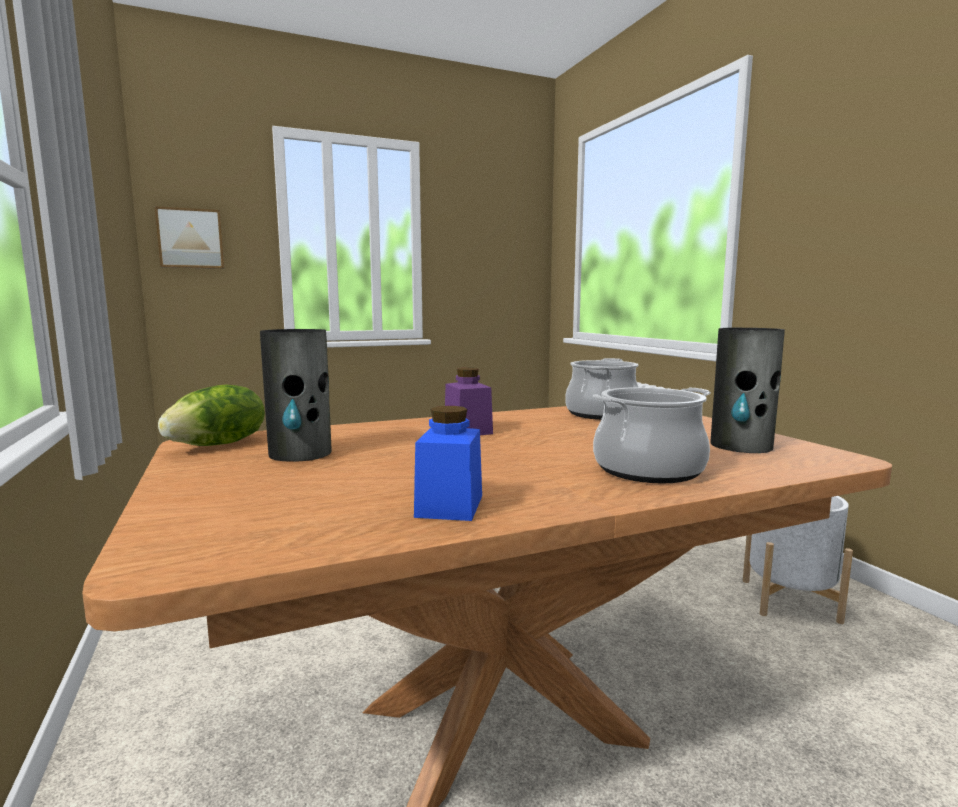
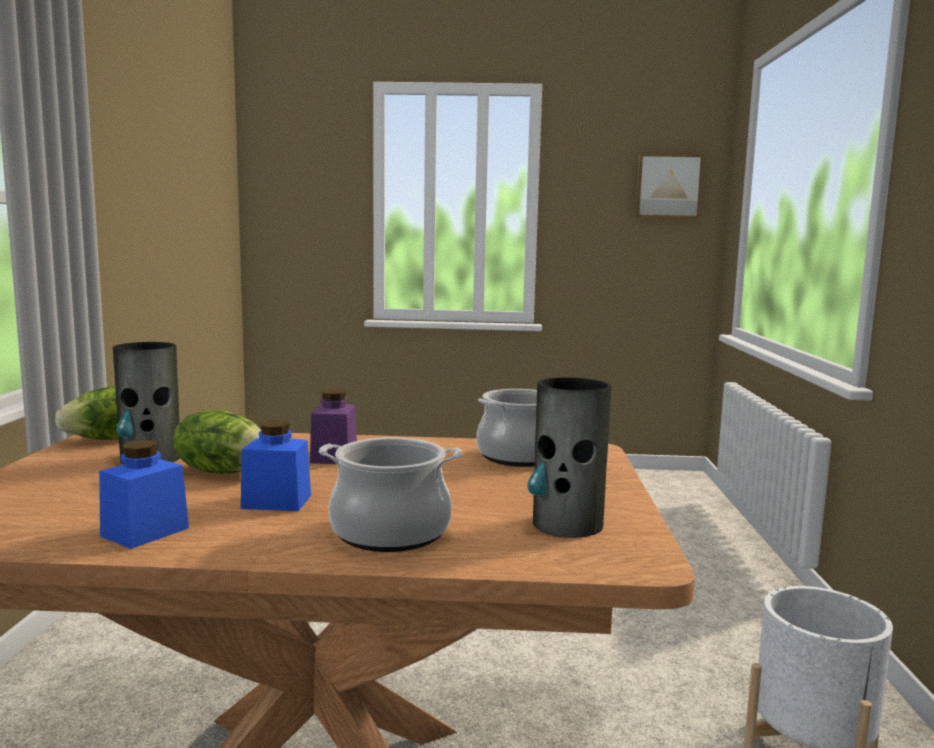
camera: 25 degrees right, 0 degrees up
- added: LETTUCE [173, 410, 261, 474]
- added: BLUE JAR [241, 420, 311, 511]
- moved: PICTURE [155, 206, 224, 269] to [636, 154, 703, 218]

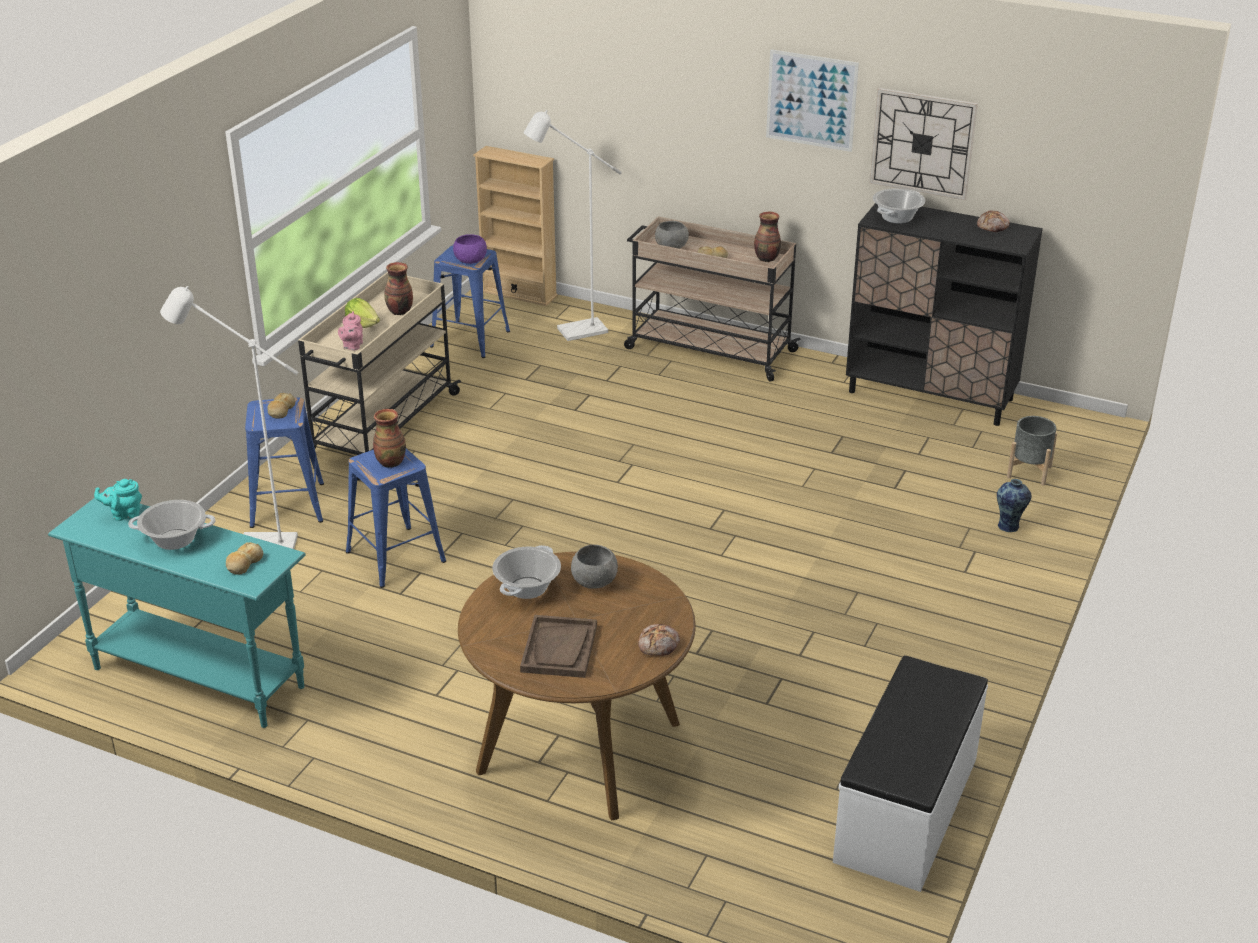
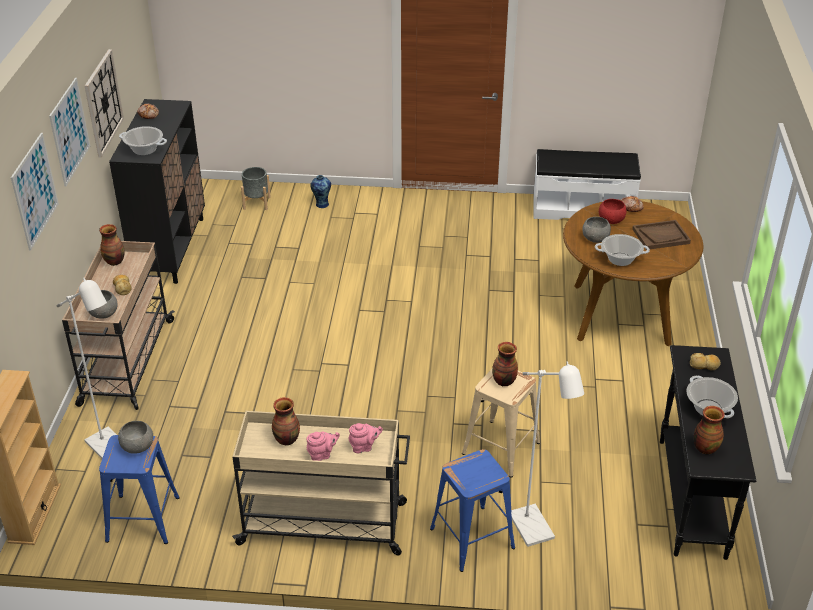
camera: 110 degrees left, 5 degrees up
- added: PICTURE [11, 133, 59, 251]
- recoloured: PURPLE BOWL [453, 234, 487, 264] to GREY BOWL [118, 421, 153, 454]
- replaced: LETTUCE [345, 298, 380, 328] to PINK TEAPOT [306, 431, 340, 461]
- recoloured: BLUE STOOL [346, 449, 446, 588] to BEIGE STOOL [462, 369, 540, 477]
- added: RED BOWL [599, 199, 626, 224]
- recoloured: TURQUOISE CONSOLE TABLE [48, 492, 306, 728] to BLACK CONSOLE TABLE [660, 345, 756, 560]
- replaced: TURQUOISE TEAPOT [94, 479, 142, 521] to VASE [694, 406, 725, 454]
- removed: BREAD [267, 393, 295, 419]

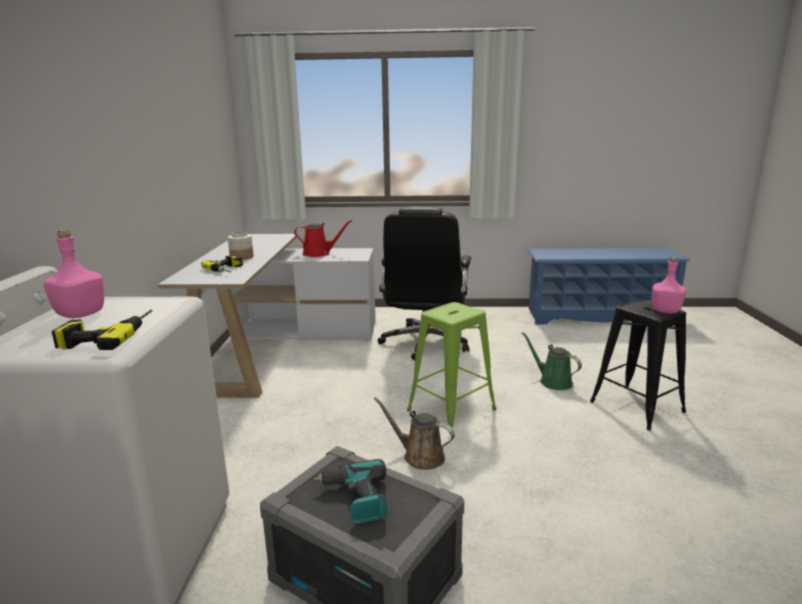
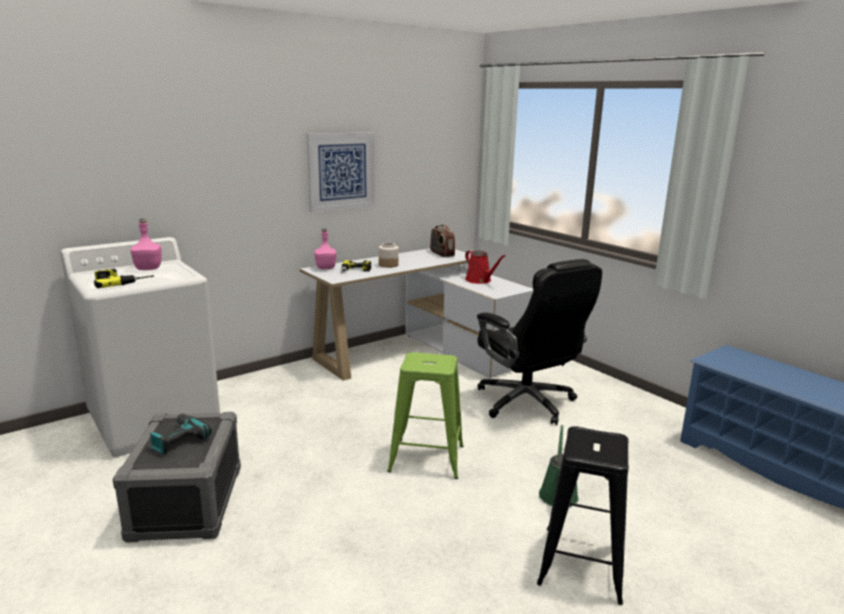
camera: 50 degrees right, 0 degrees up
- added: PICTURE [307, 133, 375, 212]
- moved: PINK BOTTLE [652, 257, 686, 314] to [314, 229, 336, 269]
- added: RADIO [430, 225, 455, 257]
- turned: BLACK OFFICE CHAIR [378, 207, 471, 361] = [477, 259, 602, 425] 90 degrees counterclockwise
- removed: BROWN WATERING CAN [374, 397, 455, 470]

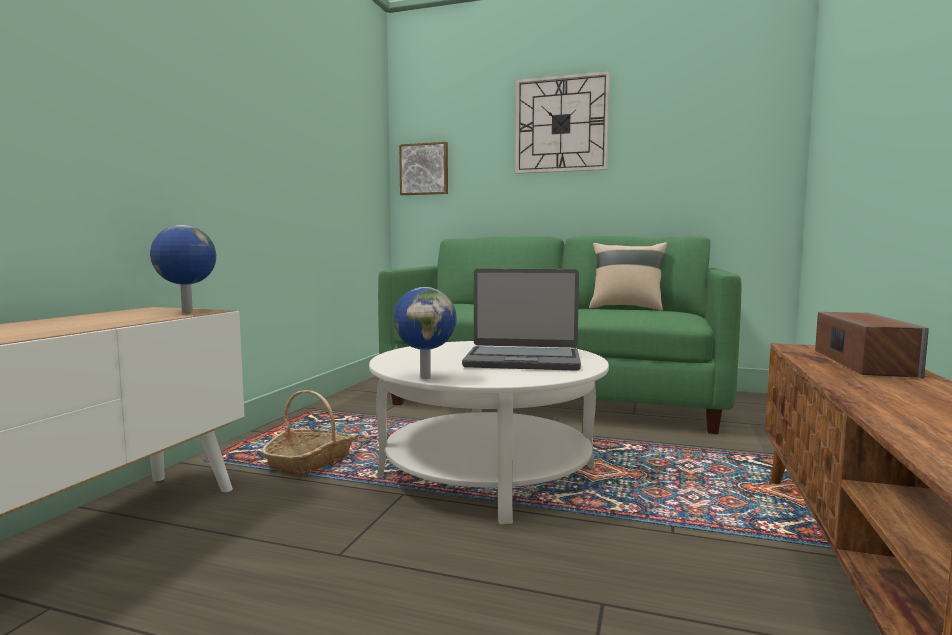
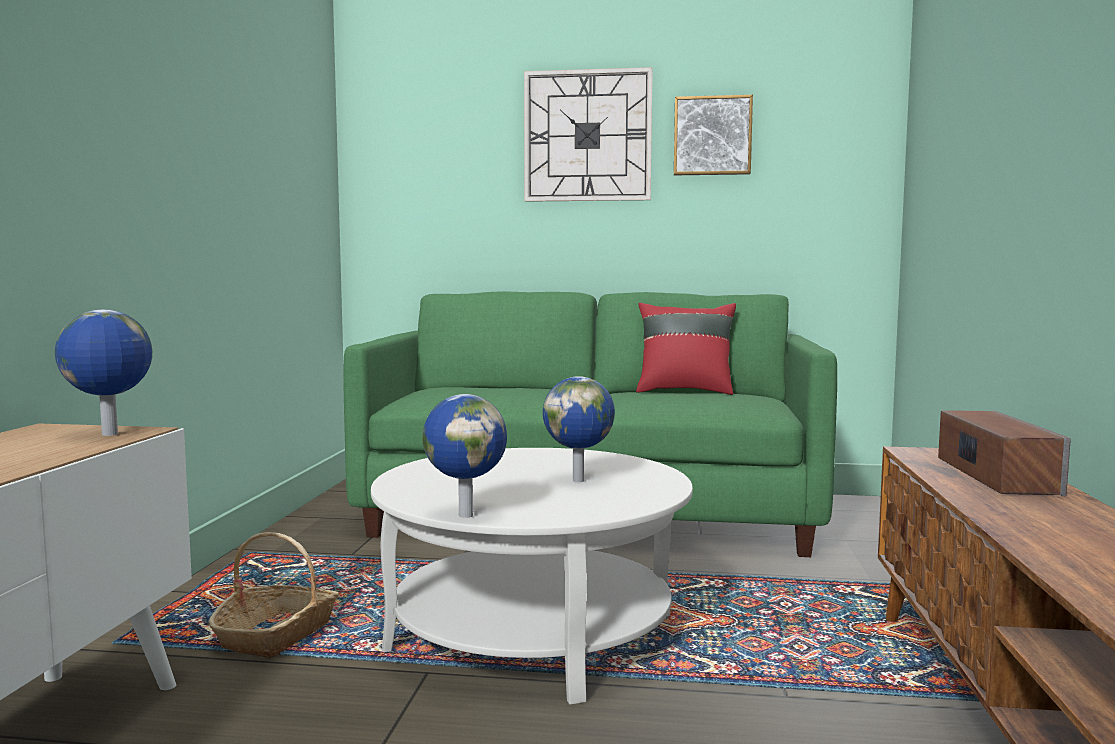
camera: 10 degrees left, 0 degrees up
- replaced: LAPTOP [462, 269, 581, 371] to GLOBE [543, 376, 615, 482]
- recoloured: BEIGE PILLOW [589, 242, 667, 311] to RED PILLOW [636, 303, 736, 395]
- moved: PICTURE [399, 142, 448, 195] to [674, 95, 753, 175]

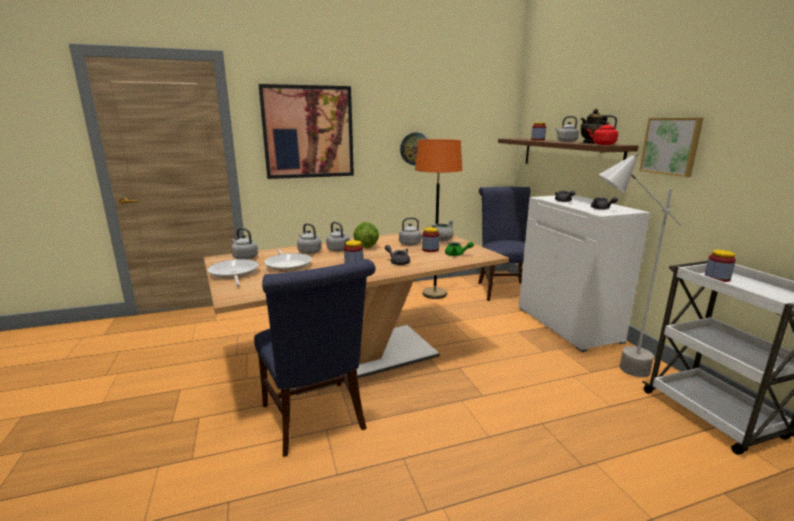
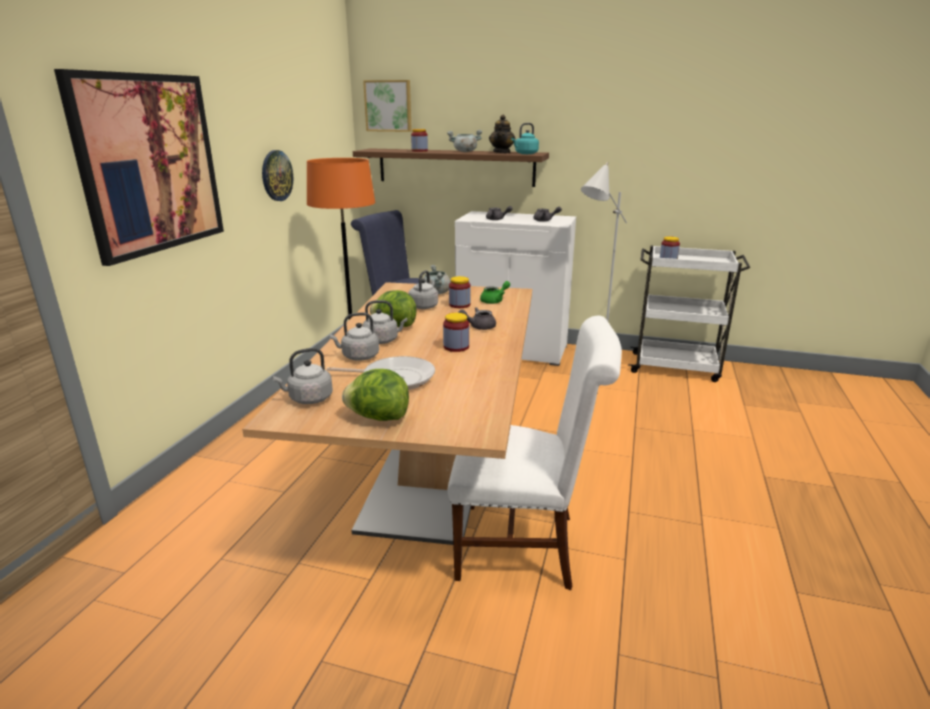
camera: 55 degrees left, 5 degrees up
- replaced: FRYING PAN [207, 259, 259, 287] to LETTUCE [342, 369, 409, 421]
- moved: PICTURE [639, 118, 704, 177] to [363, 80, 412, 132]
- replaced: GREY KETTLE [555, 116, 579, 142] to GREY COOKING POT [447, 130, 483, 152]
- recoloured: BLUE CHAIR [254, 259, 376, 457] to WHITE CHAIR [448, 316, 622, 590]
- recoloured: RED KETTLE [587, 115, 618, 145] to TURQUOISE KETTLE [511, 123, 539, 154]

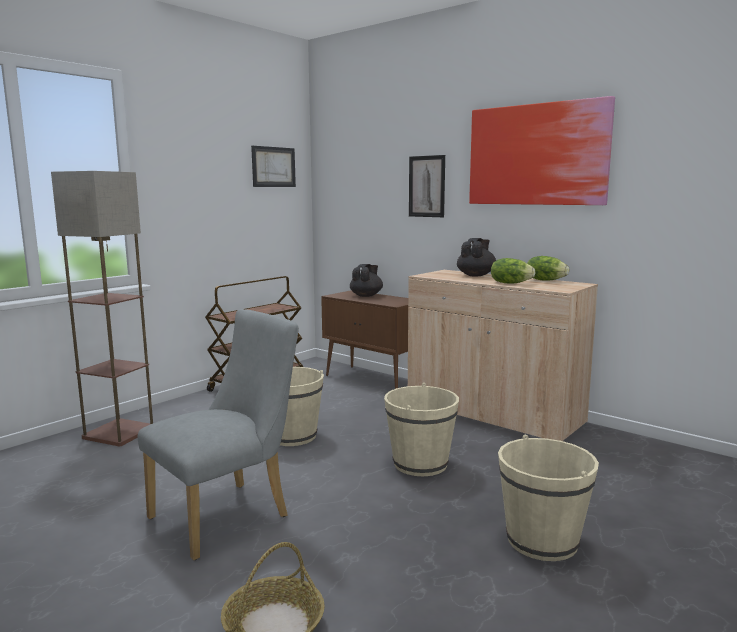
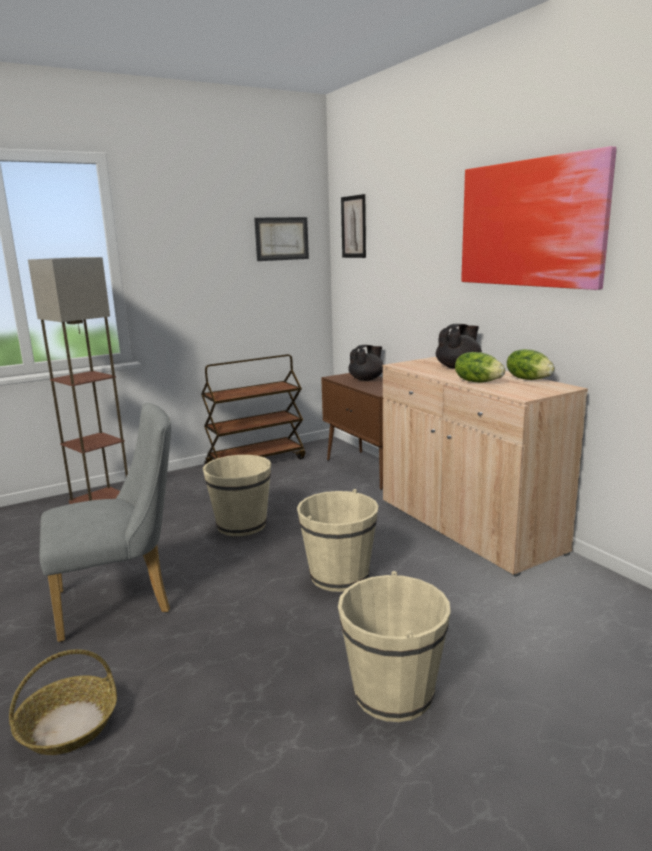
camera: 20 degrees right, 5 degrees up
- moved: PICTURE [409, 155, 445, 217] to [341, 194, 366, 258]

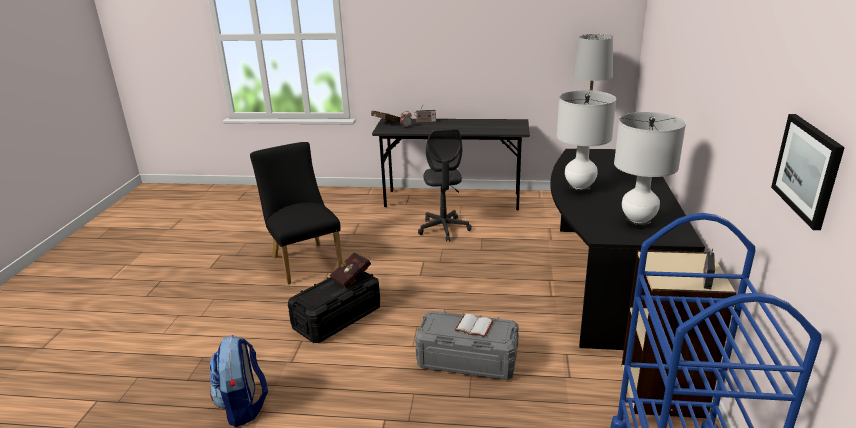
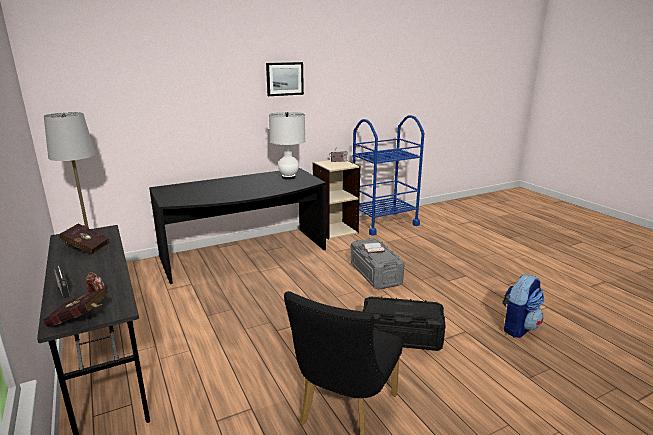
camera: 125 degrees left, 5 degrees down
- moved: RED BOOK [330, 252, 371, 288] to [60, 224, 109, 255]
- moved: PICTURE [771, 114, 845, 230] to [266, 62, 304, 96]
- removed: GREY OFFICE CHAIR [418, 129, 472, 242]
- removed: WHITE TABLE LAMP [557, 90, 616, 194]

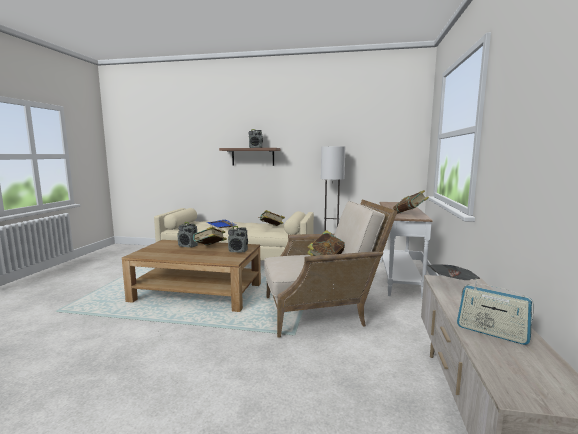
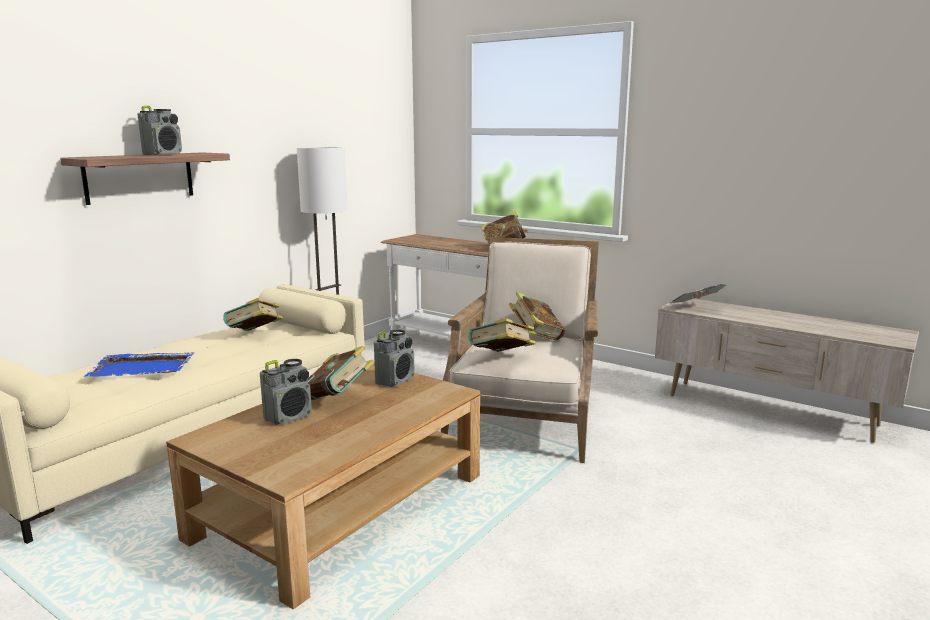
camera: 65 degrees left, 5 degrees up
- added: BOOK [469, 318, 536, 352]
- removed: RADIO [457, 279, 534, 345]

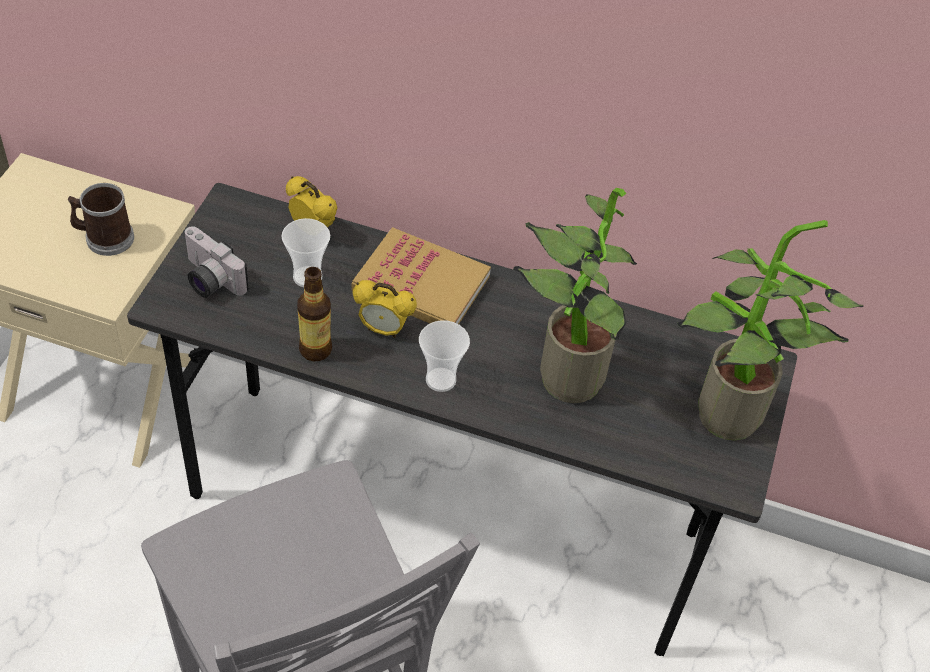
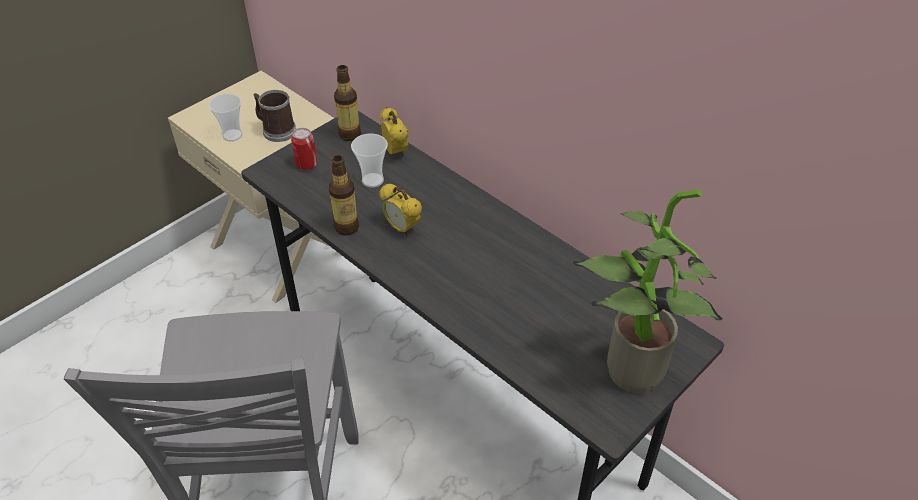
camera: 30 degrees right, 5 degrees down
- moved: CUP [419, 320, 470, 392] to [209, 94, 242, 142]
- replaced: PHOTO CAMERA [184, 226, 249, 298] to CAN [291, 128, 317, 170]
- added: BOTTLE [334, 65, 361, 141]
- removed: BOOK [351, 227, 491, 324]
- removed: POTTED PLANT [513, 188, 637, 403]

